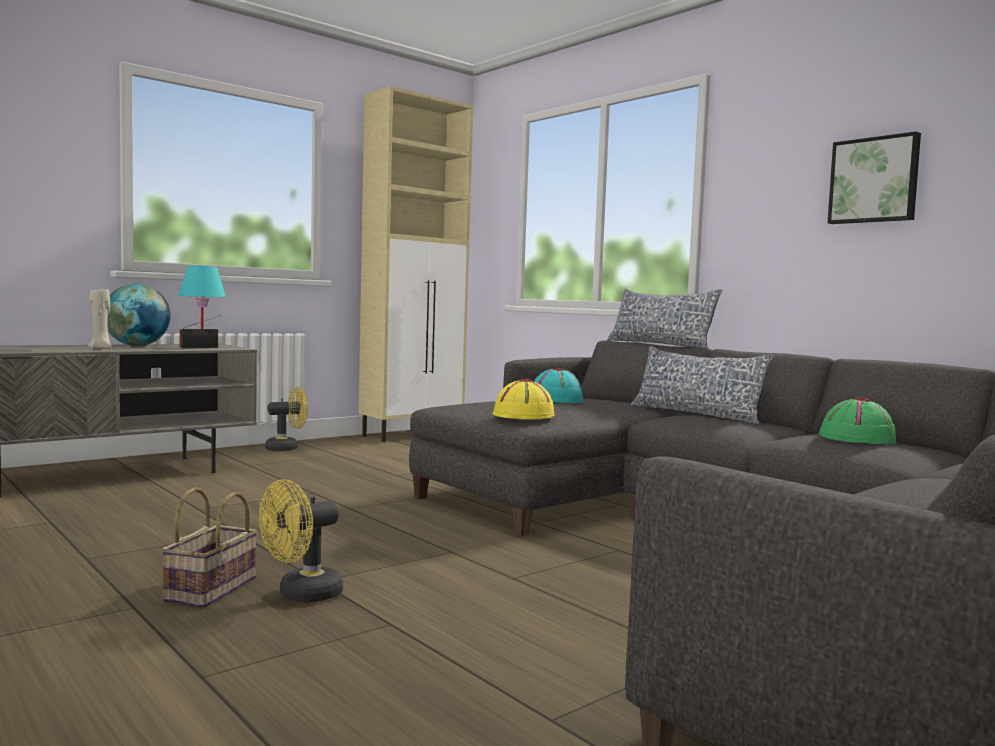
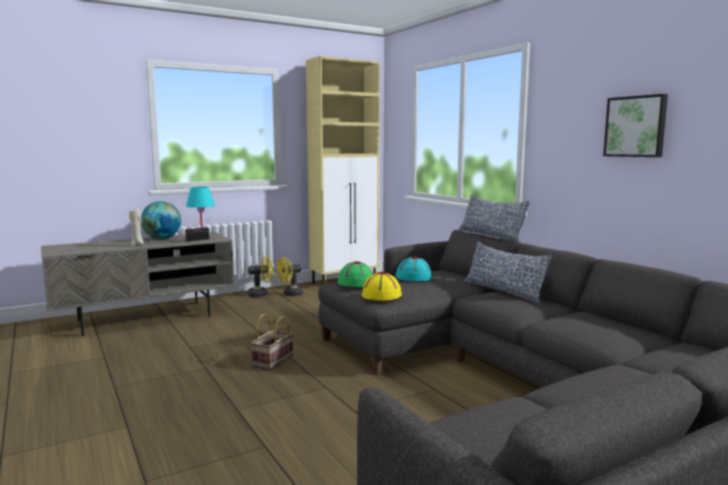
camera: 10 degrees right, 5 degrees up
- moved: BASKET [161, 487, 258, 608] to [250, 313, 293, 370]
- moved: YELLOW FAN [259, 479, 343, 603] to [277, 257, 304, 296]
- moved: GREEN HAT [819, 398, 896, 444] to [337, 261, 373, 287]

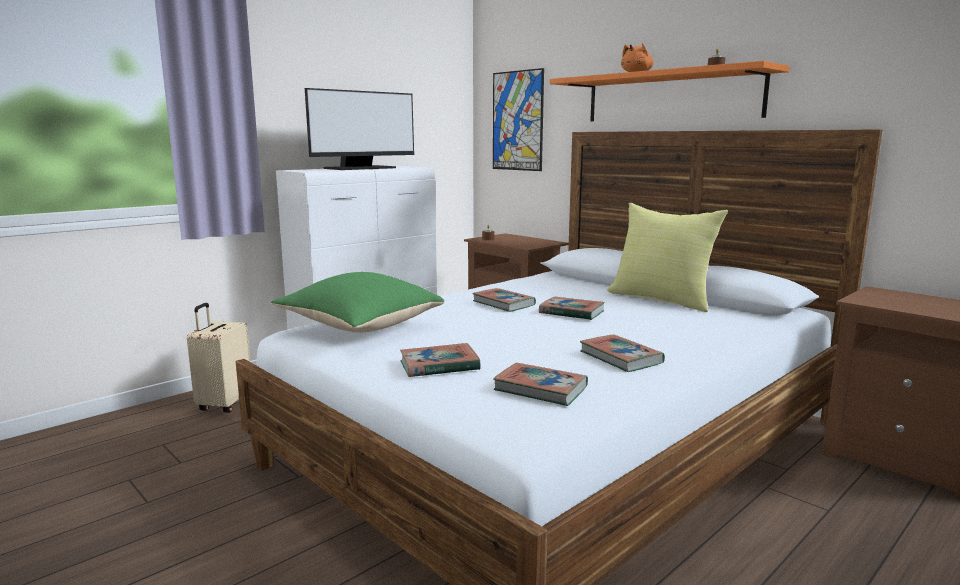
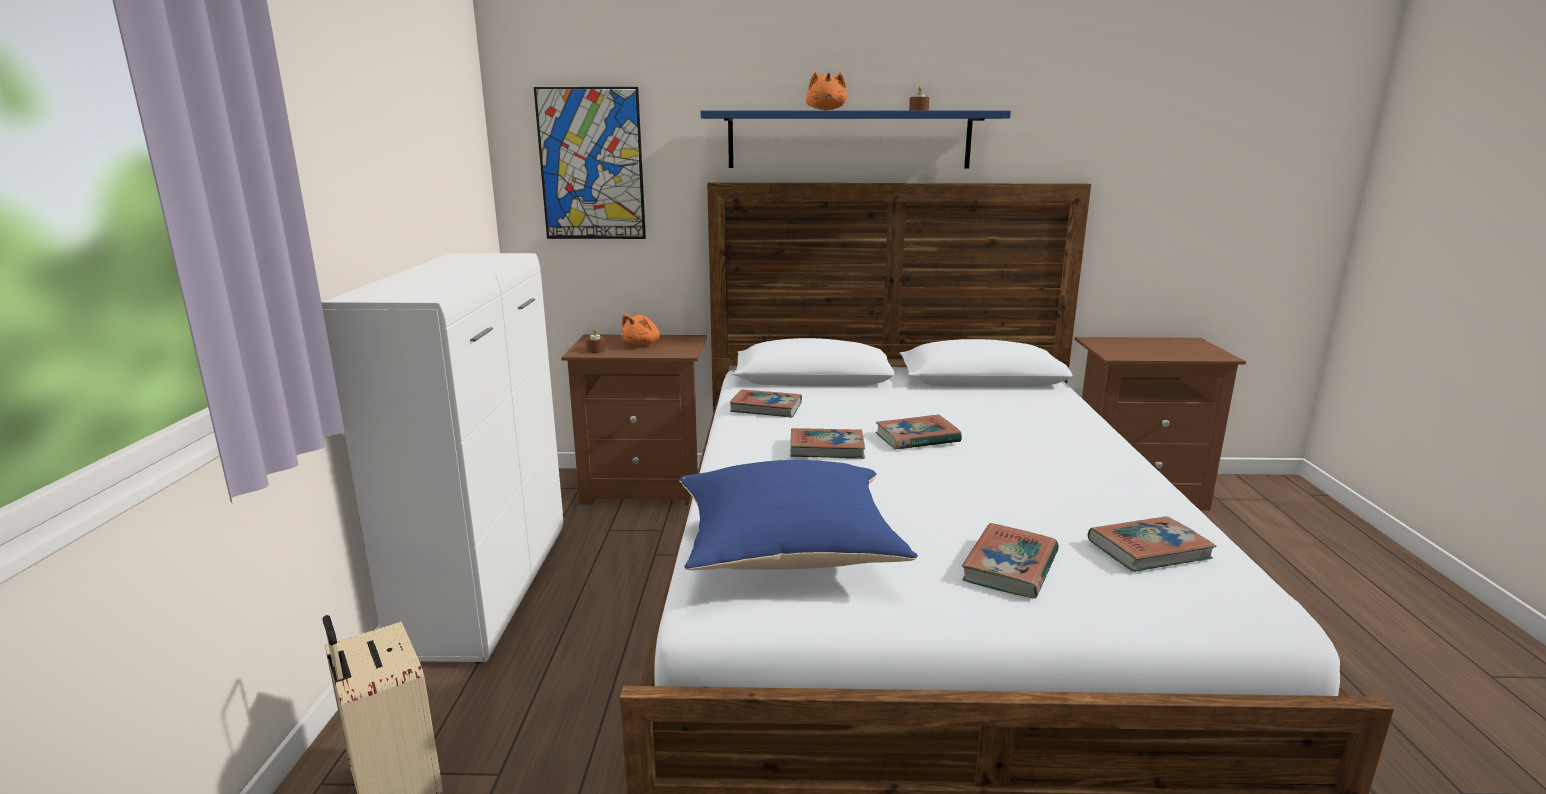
camera: 45 degrees left, 5 degrees up
- added: ORANGE PLUSH TOY [621, 313, 660, 345]
- recoloured: GREEN PILLOW [271, 272, 445, 332] to BLUE PILLOW [679, 460, 918, 570]
- recoloured: ORANGE SHELF [550, 61, 790, 122] to BLUE SHELF [701, 110, 1011, 168]
- moved: BOOK [580, 335, 665, 372] to [730, 390, 802, 418]
- removed: MONITOR [305, 88, 414, 170]
- removed: YELLOW PILLOW [607, 203, 728, 312]

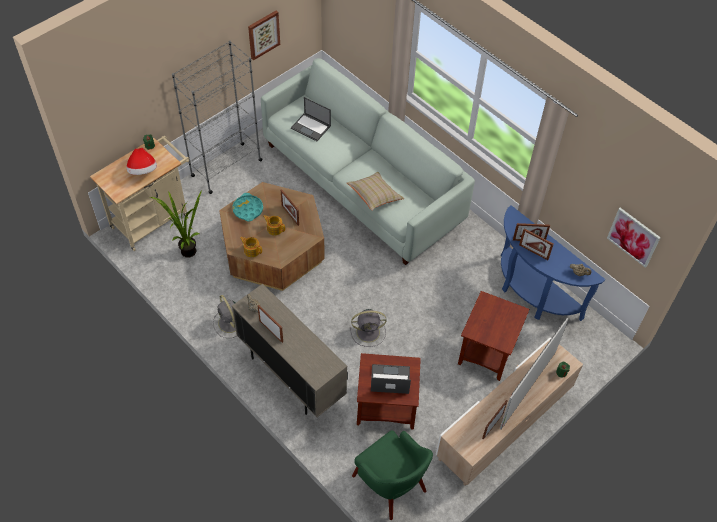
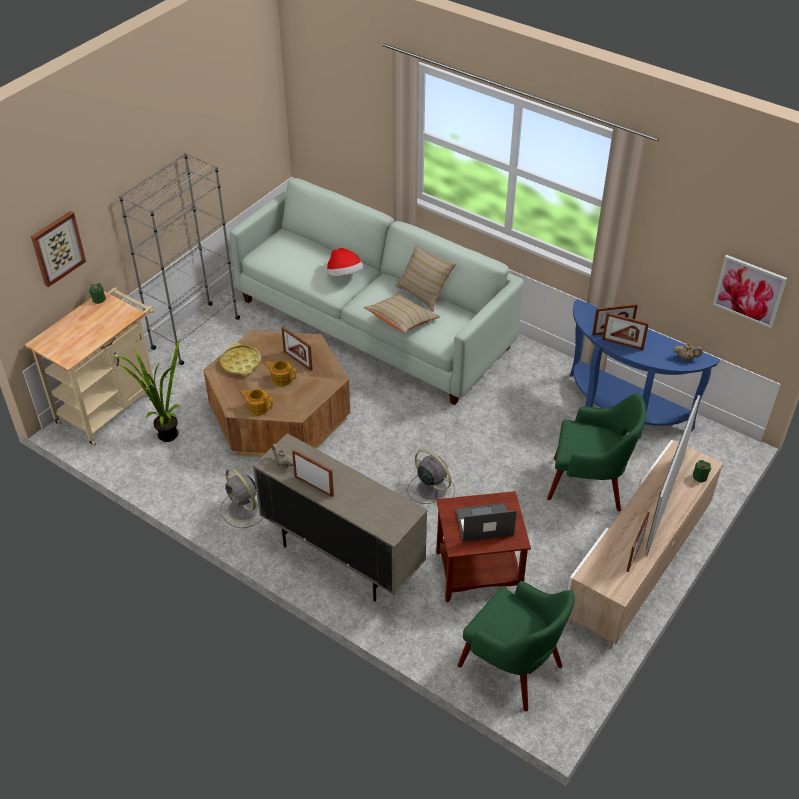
camera: 10 degrees left, 10 degrees down
- moved: PICTURE [248, 11, 280, 60] to [31, 211, 86, 287]
- recoloured: TURQUOISE TRAY [232, 193, 263, 221] to YELLOW TRAY [220, 343, 261, 375]
- moved: HAT [127, 148, 157, 175] to [327, 248, 364, 276]
- added: BEIGE PILLOW [395, 245, 456, 312]
- turned: GREY FAN [350, 309, 386, 347] = [407, 450, 455, 504] 120 degrees counterclockwise
- replaced: BROWN SIDE TABLE [458, 291, 530, 381] to GREEN ARMCHAIR [547, 393, 647, 511]
- removed: LAPTOP [291, 97, 331, 141]

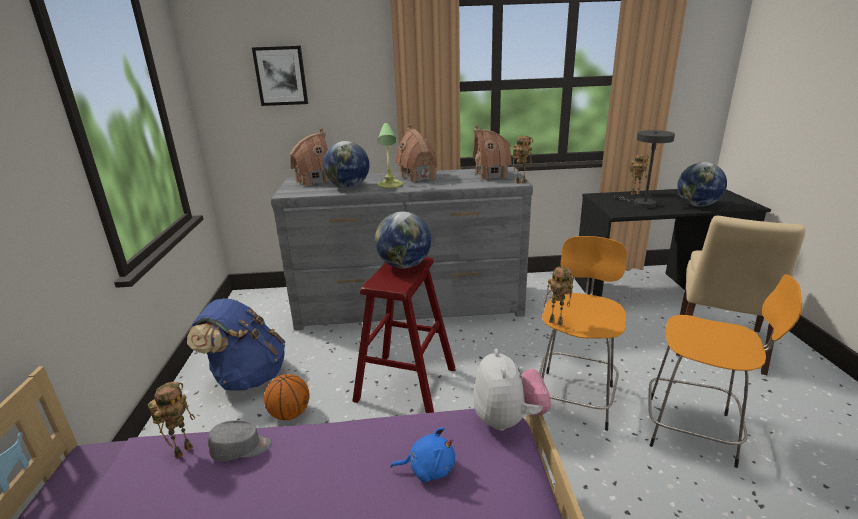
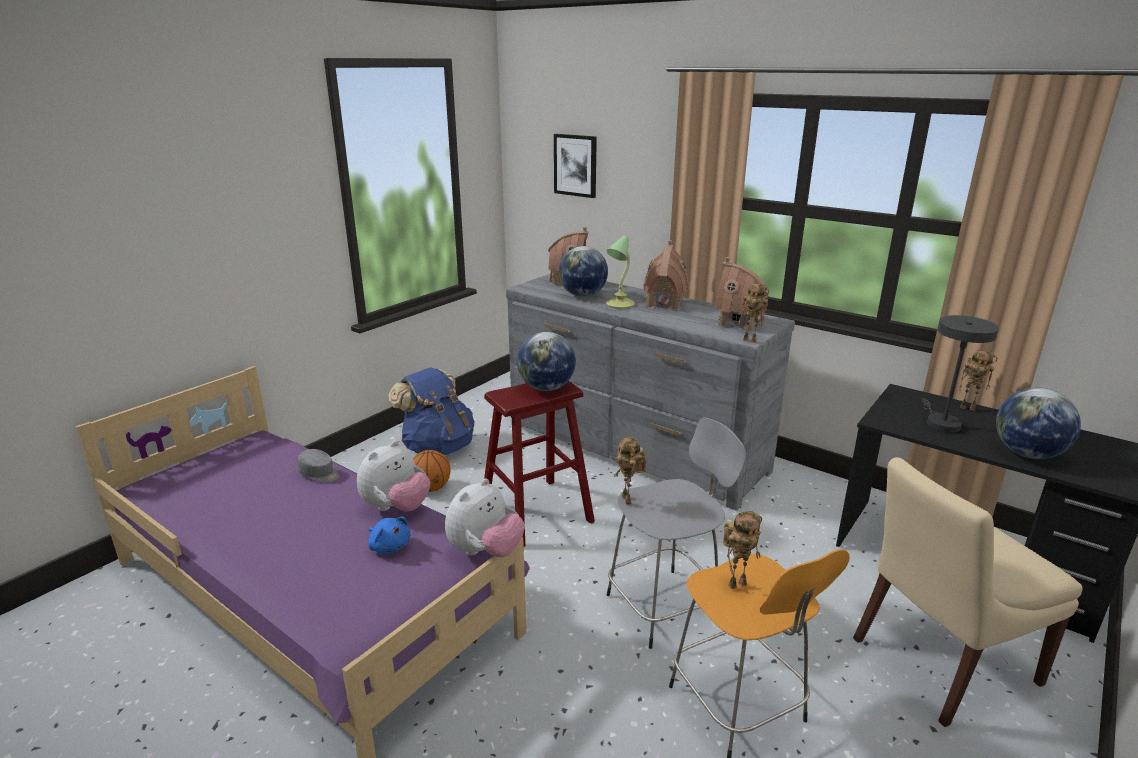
camera: 40 degrees right, 0 degrees up
- added: PLUSH TOY [357, 441, 430, 512]
- recoloured: ORANGE STOOL [539, 236, 627, 431] to GREY STOOL [607, 418, 746, 649]
- moved: TOY ROBOT [148, 382, 195, 459] to [723, 511, 762, 589]

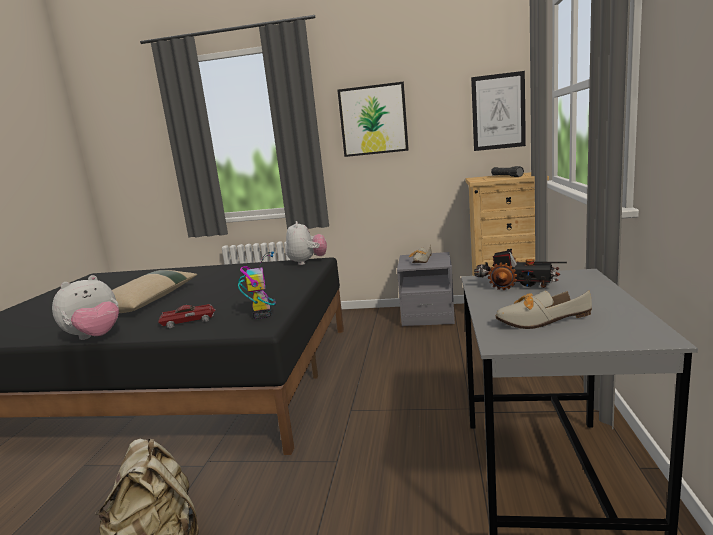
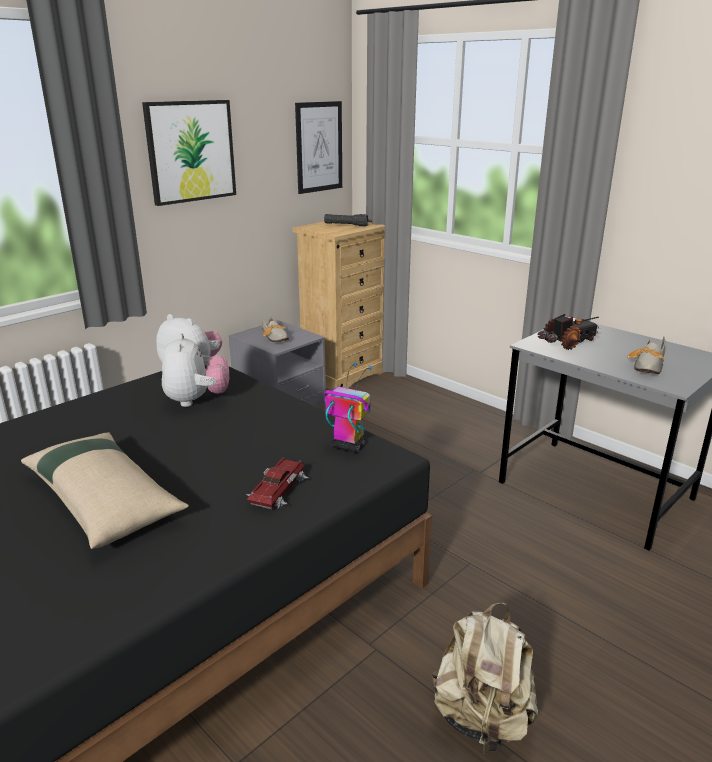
camera: 55 degrees left, 10 degrees up
- moved: PLUSH TOY [52, 275, 119, 340] to [162, 333, 229, 407]

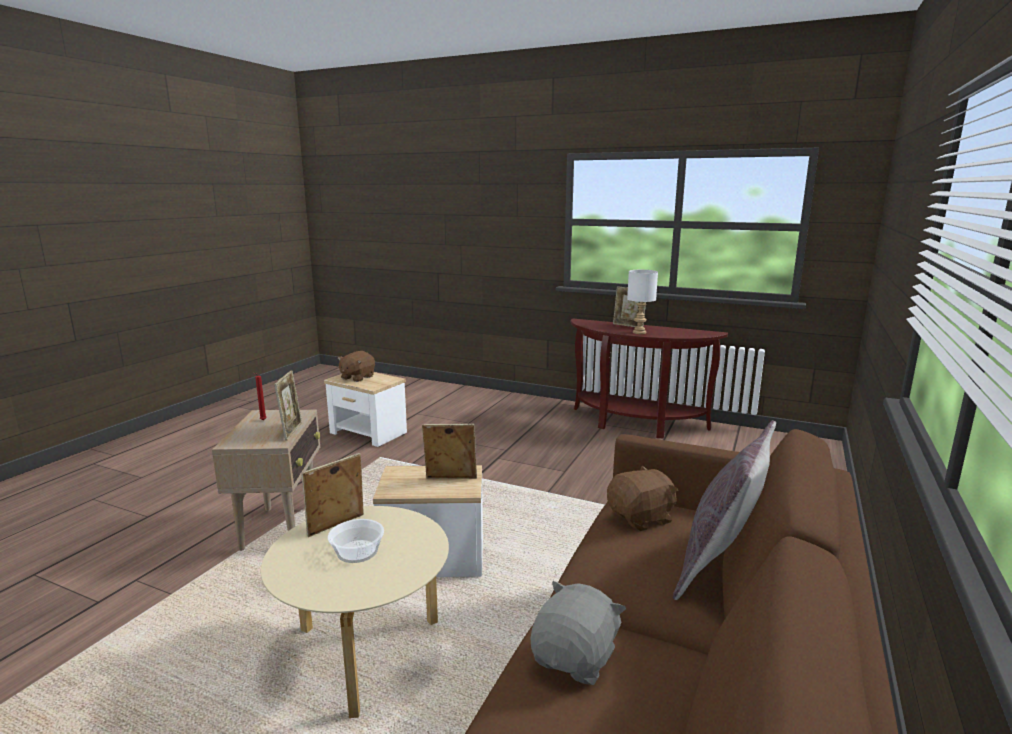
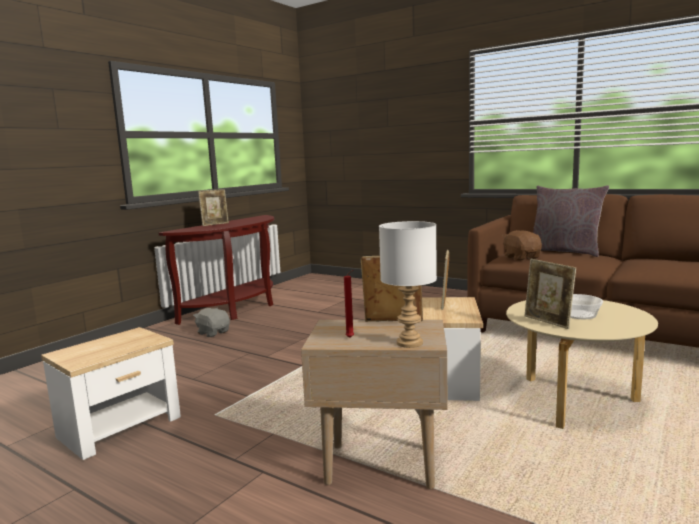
camera: 80 degrees left, 5 degrees down
- moved: GREY PLUSH TOY [531, 581, 626, 685] to [193, 308, 230, 337]
- moved: WHITE TABLE LAMP [627, 270, 658, 334] to [379, 221, 437, 348]
- removed: BROWN PLUSH TOY [338, 351, 375, 382]

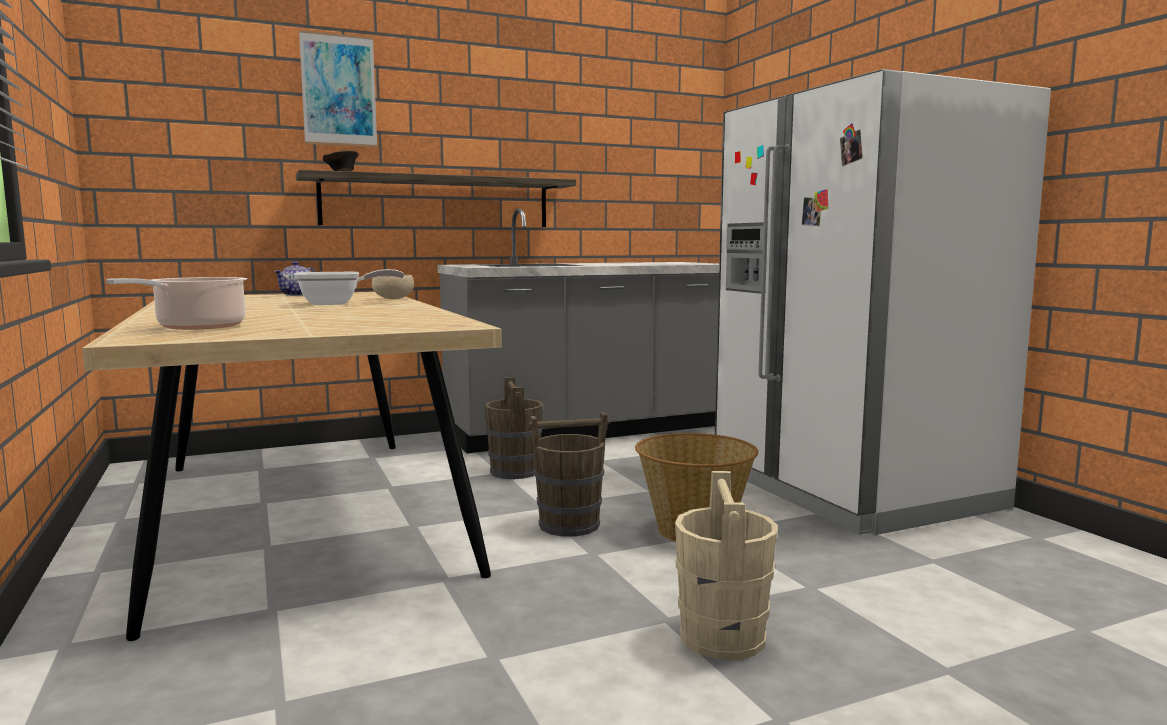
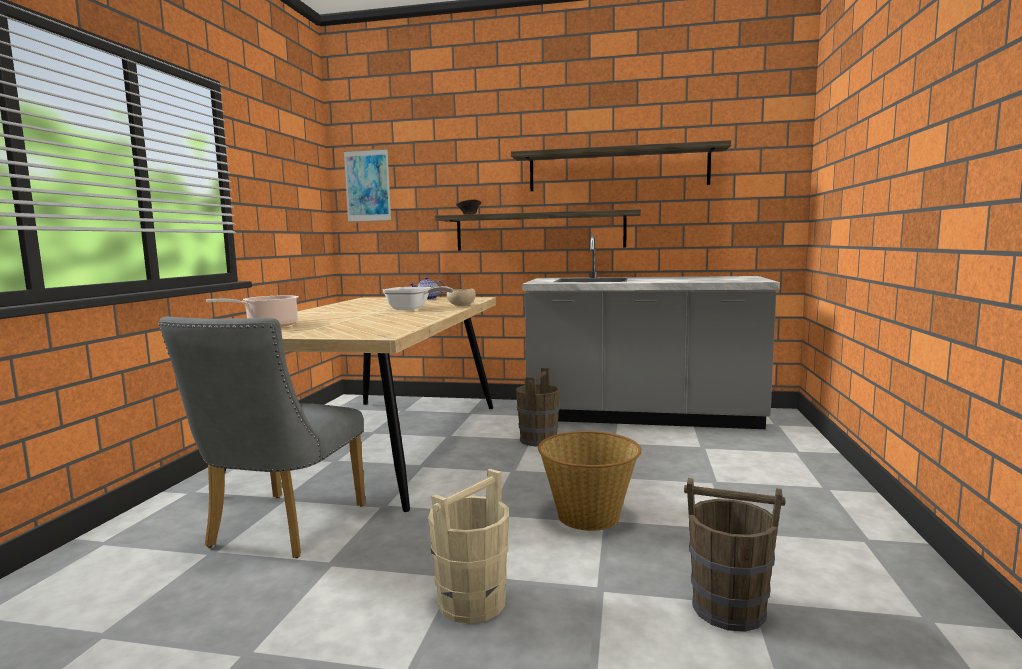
camera: 35 degrees right, 0 degrees up
- added: GREY CHAIR [159, 317, 366, 558]
- moved: PICTURE [299, 30, 377, 147] to [343, 148, 391, 223]
- added: SHELF [511, 140, 731, 191]
- moved: BROWN BUCKET [529, 412, 609, 536] to [684, 478, 785, 632]
- removed: WHITE FRIDGE [715, 69, 1051, 535]

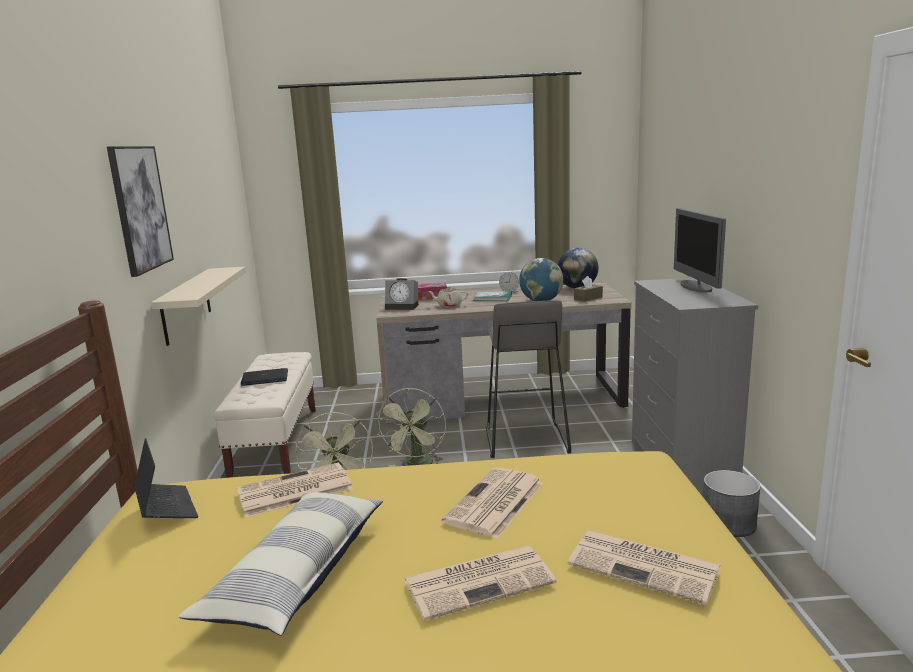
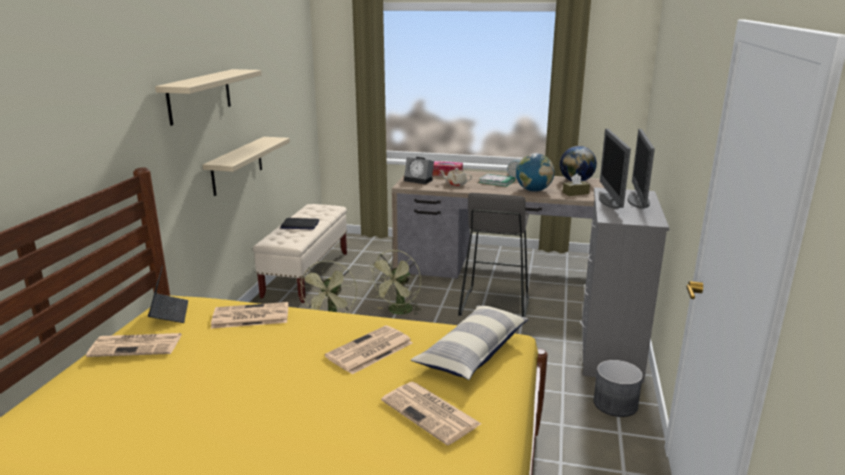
camera: 15 degrees right, 5 degrees up
- moved: NEWSPAPER [404, 546, 557, 621] to [86, 333, 182, 357]
- replaced: PICTURE [107, 146, 174, 277] to BEIGE SHELF [155, 69, 262, 126]
- moved: PILLOW [178, 492, 383, 636] to [411, 305, 529, 380]
- added: MONITOR [599, 129, 631, 208]

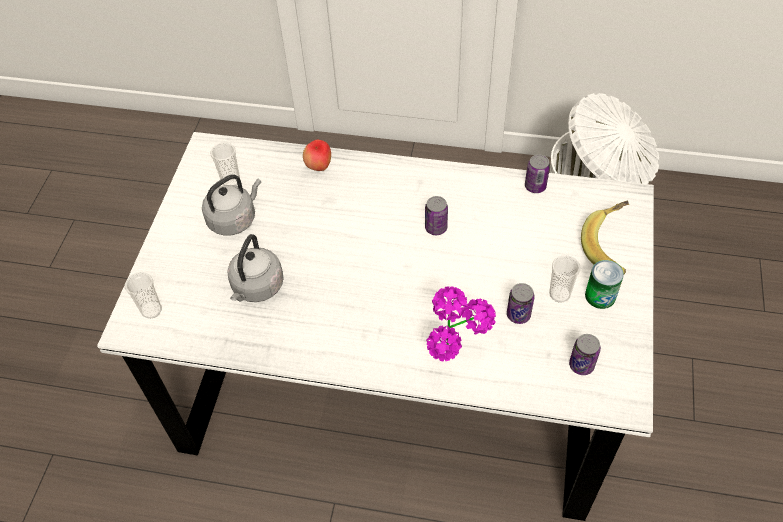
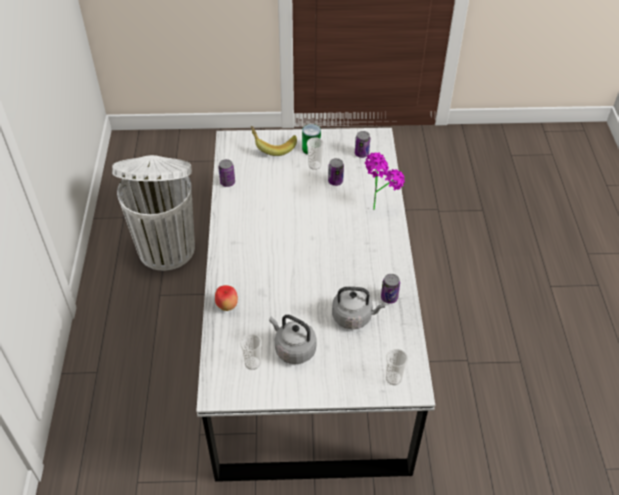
camera: 105 degrees left, 5 degrees down
- moved: CAN [425, 196, 448, 235] to [381, 274, 400, 304]

